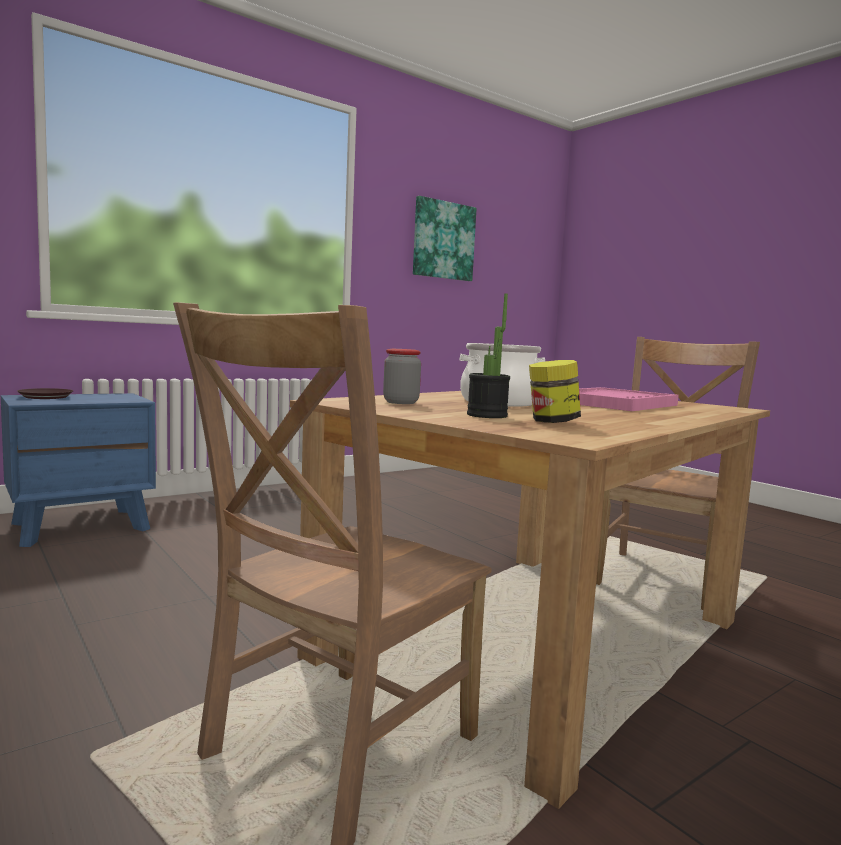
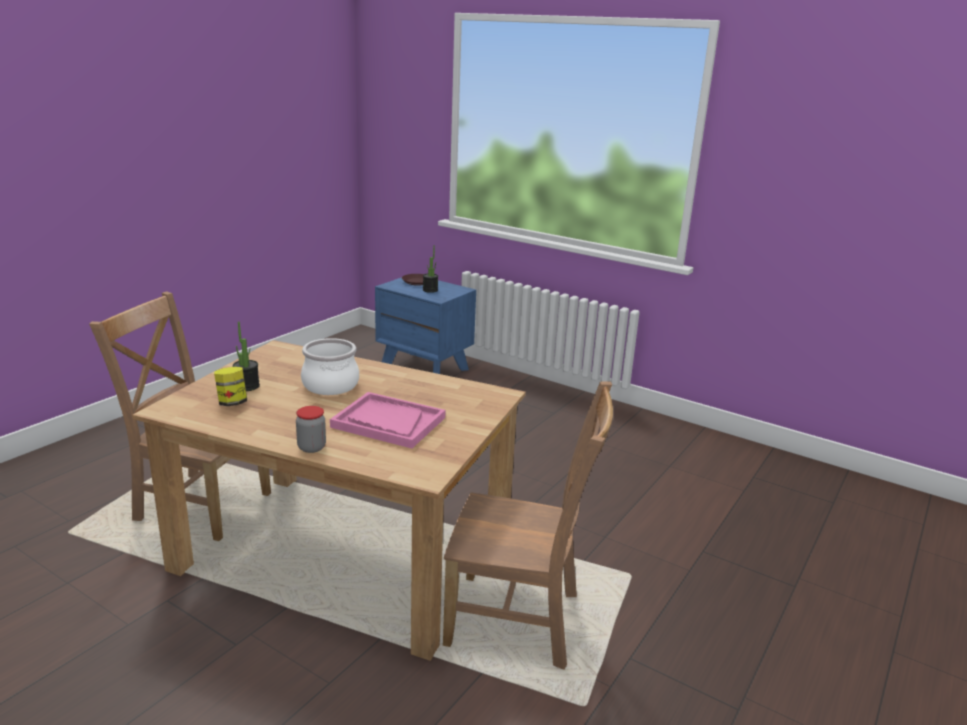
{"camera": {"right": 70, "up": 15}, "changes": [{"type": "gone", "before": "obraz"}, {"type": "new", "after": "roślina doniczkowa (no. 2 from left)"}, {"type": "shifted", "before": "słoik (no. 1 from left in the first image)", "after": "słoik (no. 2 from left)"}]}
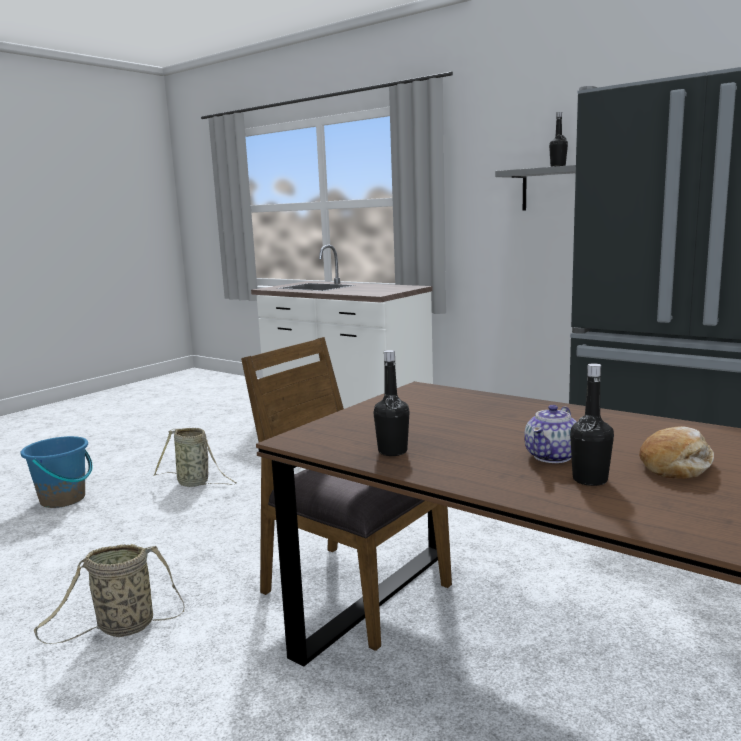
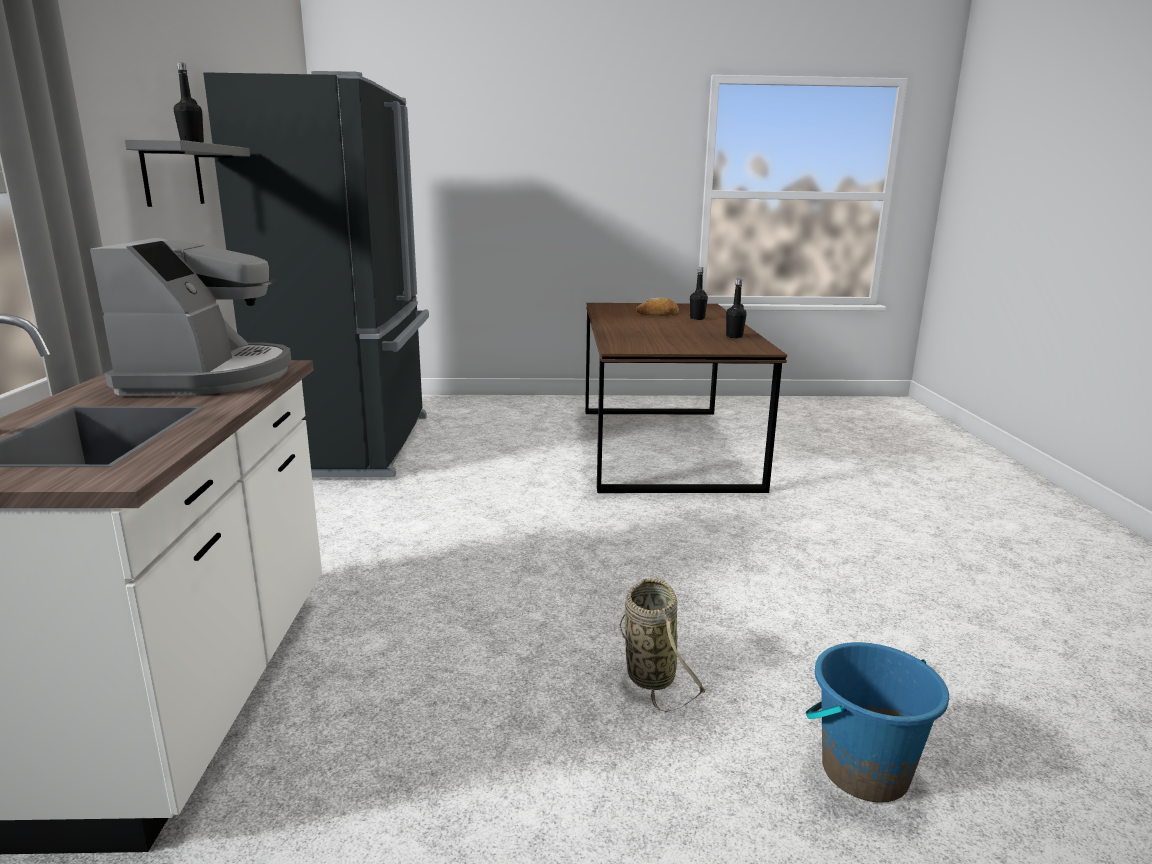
{"camera": {"right": -130, "up": 5}, "changes": [{"type": "gone", "before": "koszyk (no. 1 from left)"}, {"type": "gone", "before": "krzesło/brązowy"}, {"type": "gone", "before": "imbryk"}, {"type": "new", "after": "ekspres do kawy"}]}
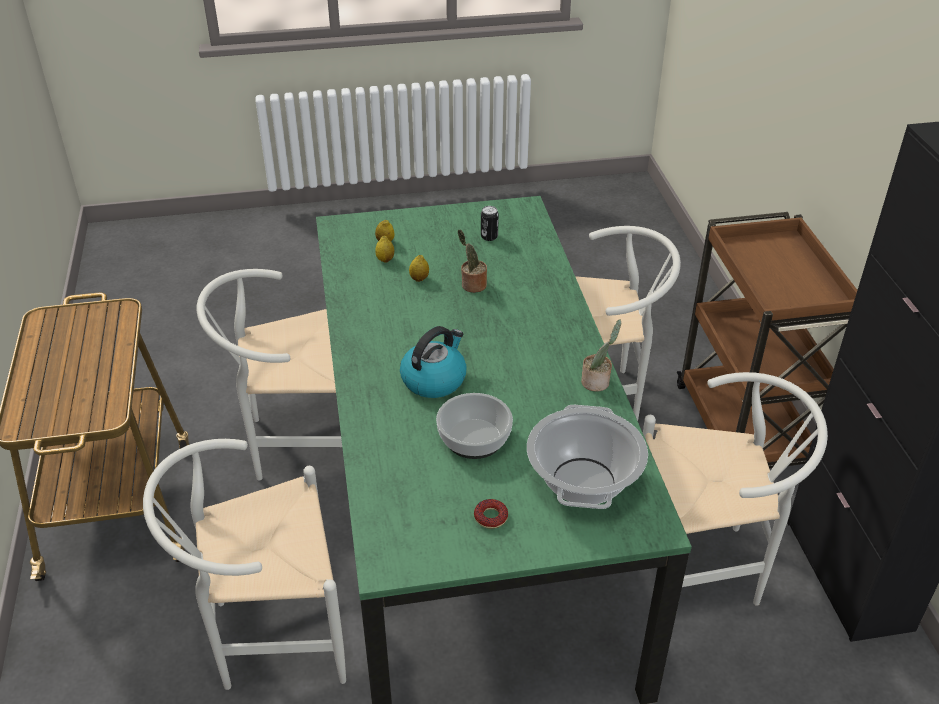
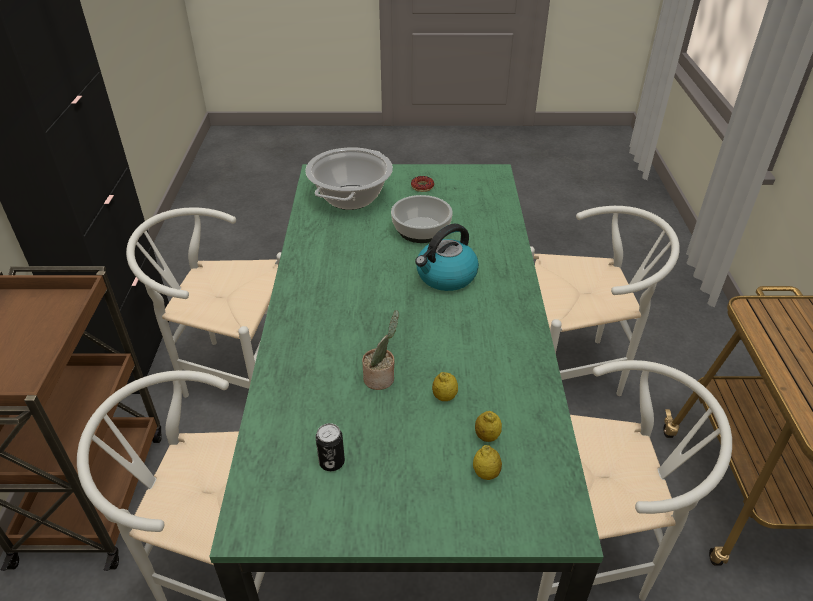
{"camera": {"right": -170, "up": 0}, "changes": [{"type": "gone", "before": "roślina doniczkowa (no. 2 from left)"}]}
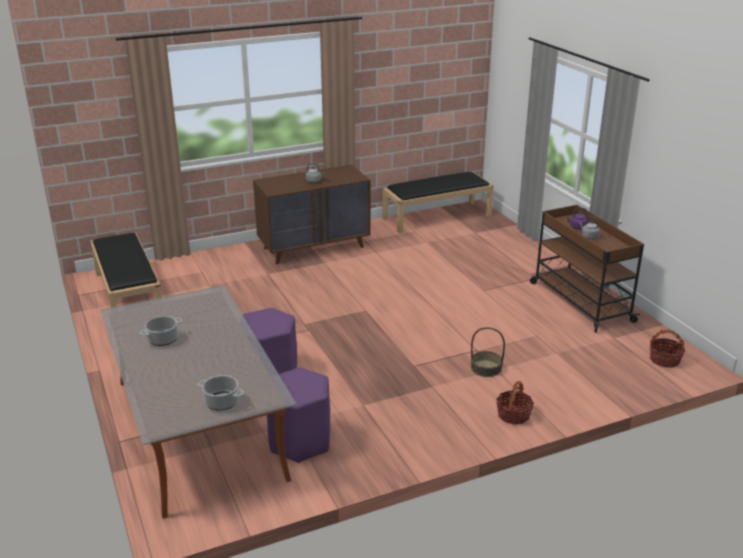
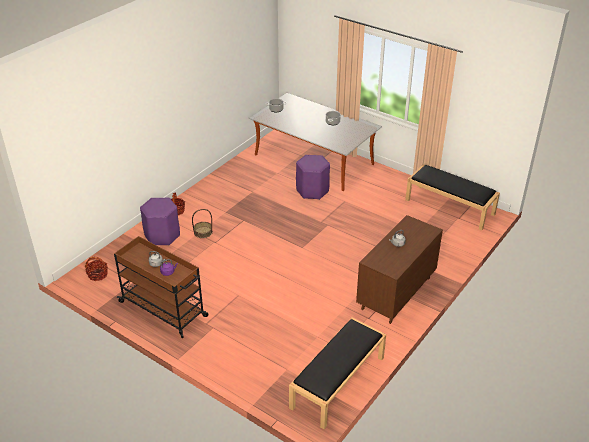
{"camera": {"right": 150, "up": 10}, "changes": [{"type": "shifted", "before": "stołek/fioletowy (no. 2 from left in the first image)", "after": "stołek/fioletowy (no. 1 from left)"}]}
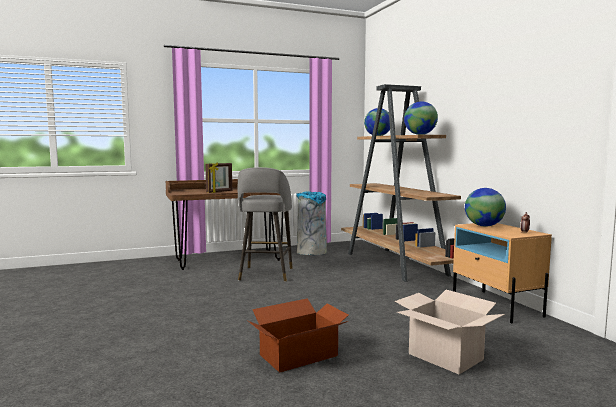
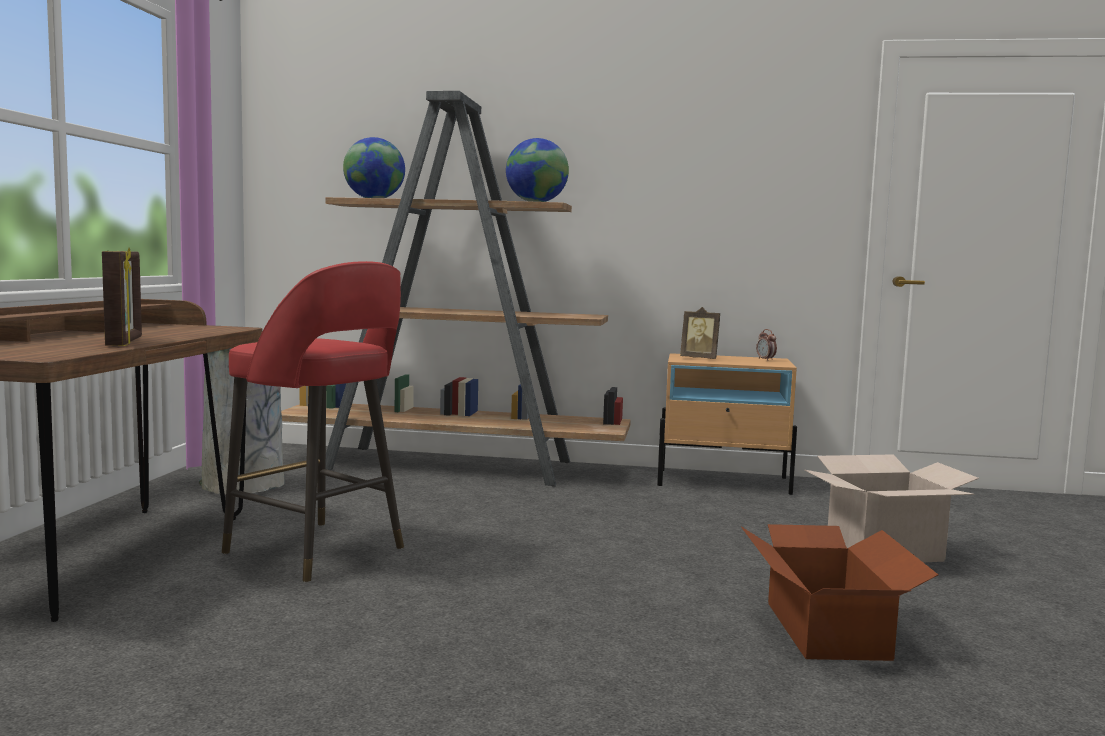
{"camera": {"right": -60, "up": 0}, "changes": [{"type": "swapped", "before": "globus (no. 3 from left)", "after": "ramka na zdjęcie (no. 2 from left)"}, {"type": "repainted", "before": "stołek/szary", "after": "stołek/czerwony"}]}
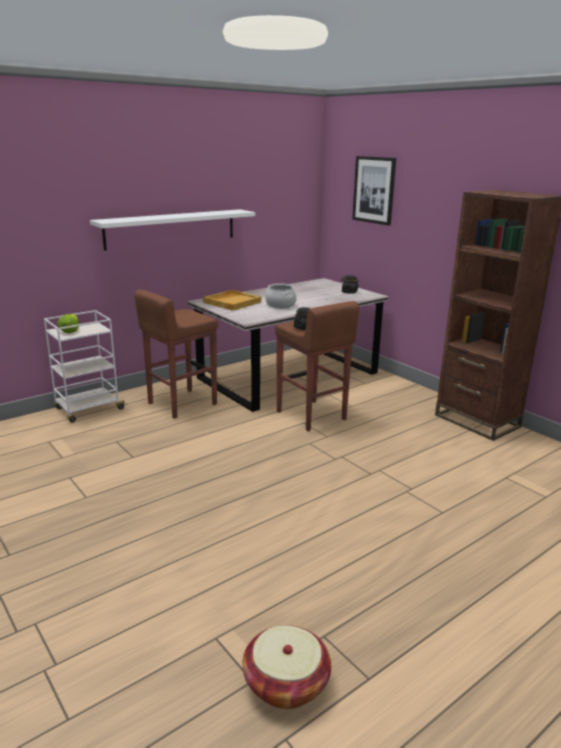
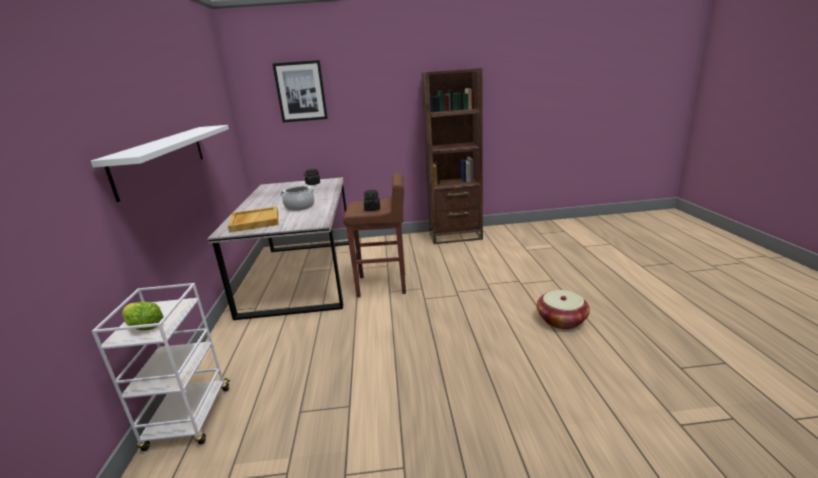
{"camera": {"right": -55, "up": 0}, "changes": [{"type": "gone", "before": "stołek/brązowy (no. 1 from left)"}, {"type": "shifted", "before": "koszyk"}]}
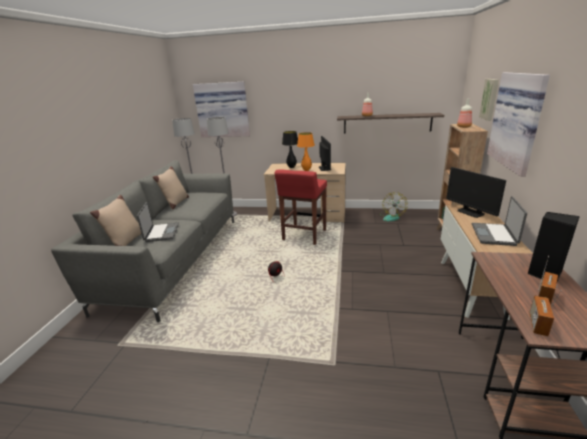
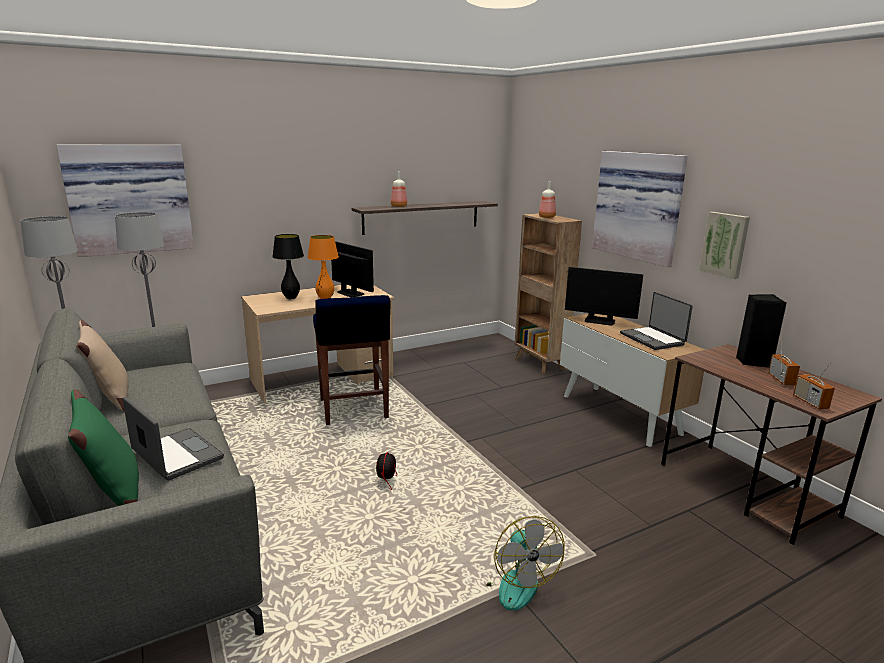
{"camera": {"right": -40, "up": -5}, "changes": [{"type": "shifted", "before": "wentylator (no. 2 from left)"}, {"type": "shifted", "before": "obraz (no. 2 from left in the first image)", "after": "obraz (no. 3 from left)"}, {"type": "repainted", "before": "poduszka/beżowy (no. 1 from left)", "after": "poduszka/zielony"}, {"type": "repainted", "before": "stołek/czerwony", "after": "stołek/niebieski"}]}
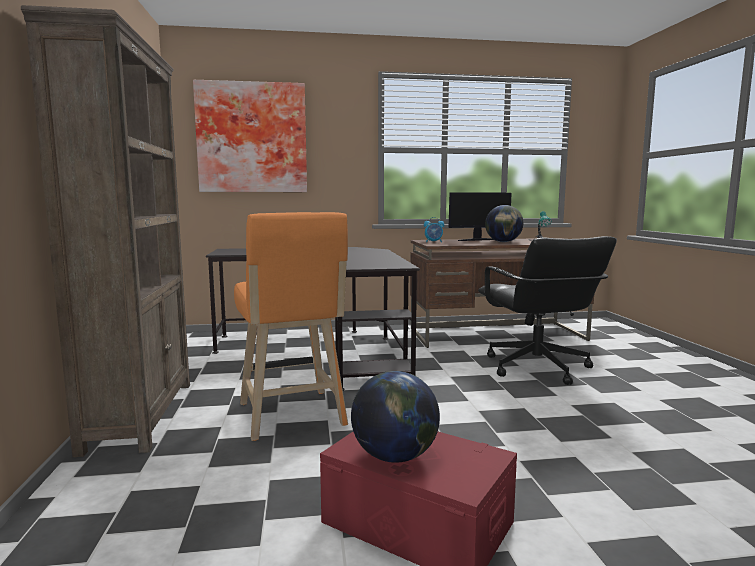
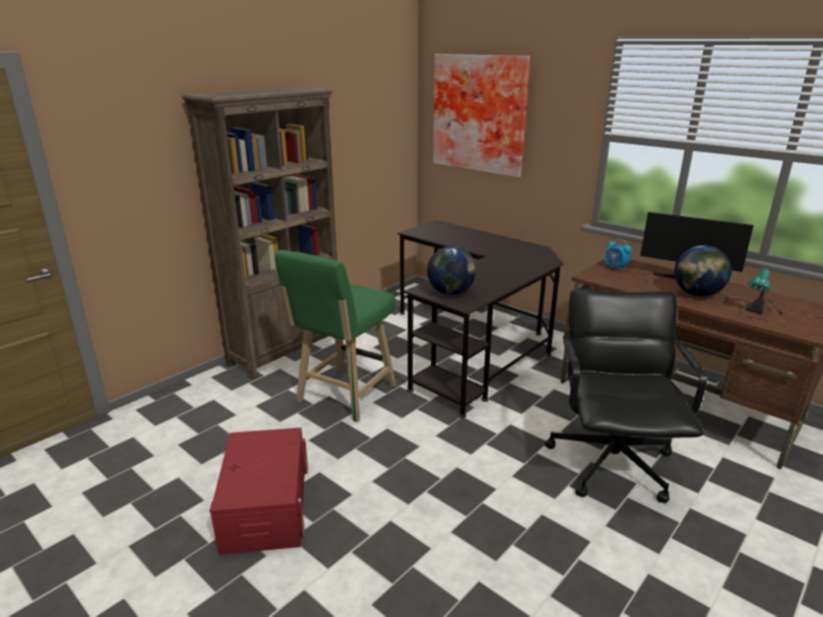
{"camera": {"right": 50, "up": 15}, "changes": [{"type": "shifted", "before": "globus (no. 1 from left)"}, {"type": "repainted", "before": "stołek/pomarańczowy", "after": "stołek/zielony"}, {"type": "rotated", "before": "krzesło biurowe/czarny", "turn": 150}]}
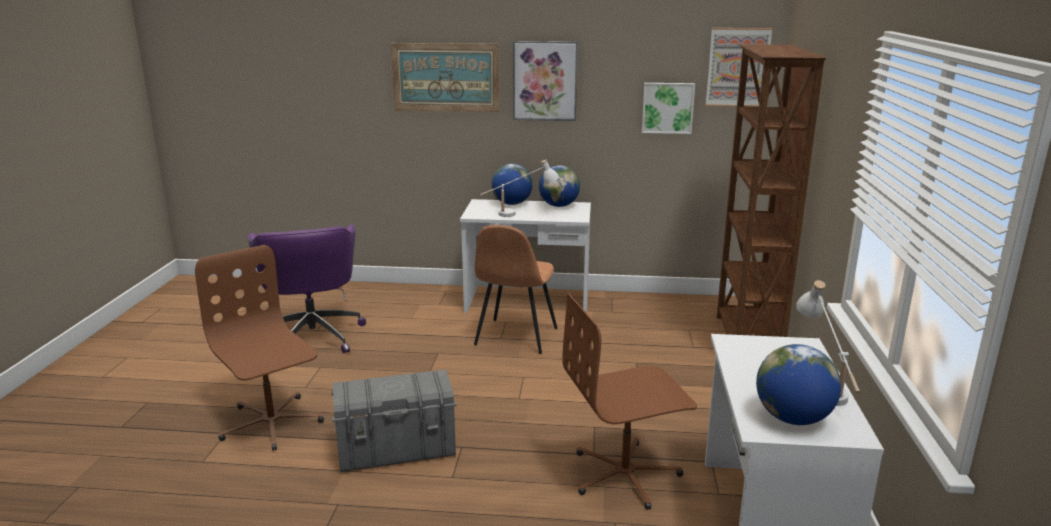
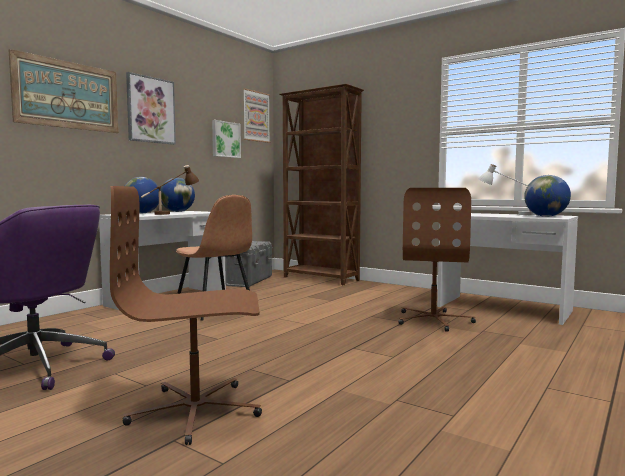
{"camera": {"right": -60, "up": -15}, "changes": [{"type": "shifted", "before": "pojemnik do przechowywania/szary"}, {"type": "repainted", "before": "lampa stołowa/biały (no. 1 from left)", "after": "lampa stołowa/brązowy"}]}
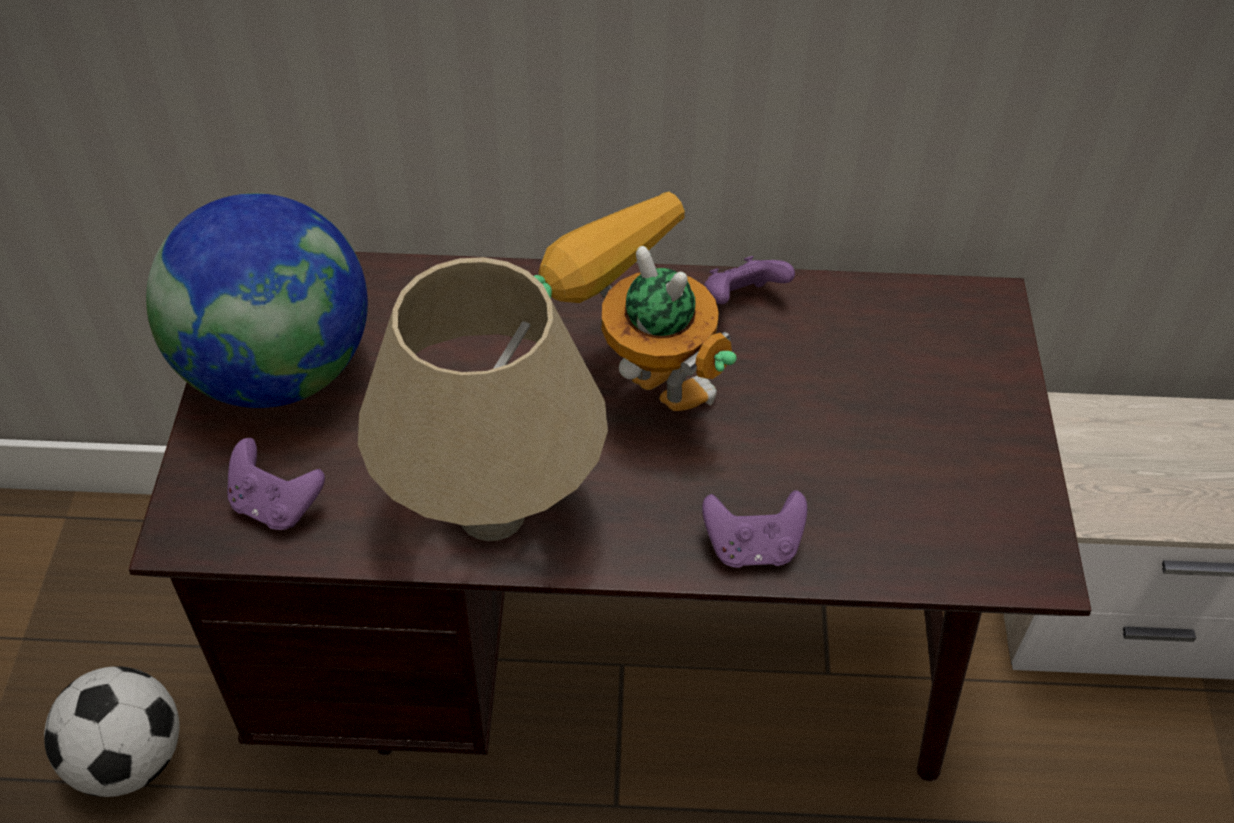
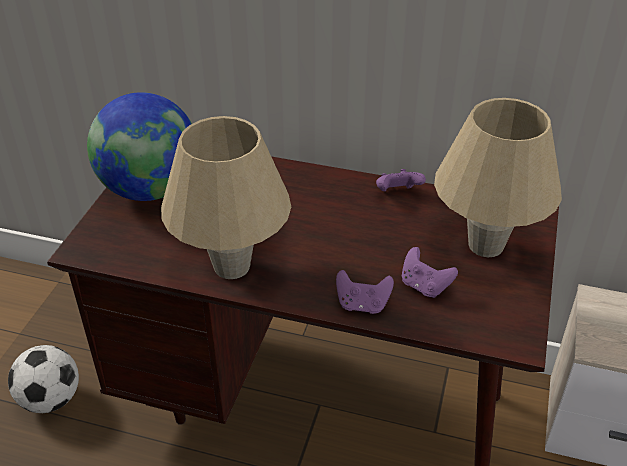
{"camera": {"right": 15, "up": -10}, "changes": [{"type": "gone", "before": "robot zabawkowy"}, {"type": "new", "after": "lampa stołowa/beżowy (no. 2 from left)"}, {"type": "shifted", "before": "pad do gier/fioletowy (no. 1 from left in the first image)", "after": "pad do gier/fioletowy (no. 3 from left)"}]}
